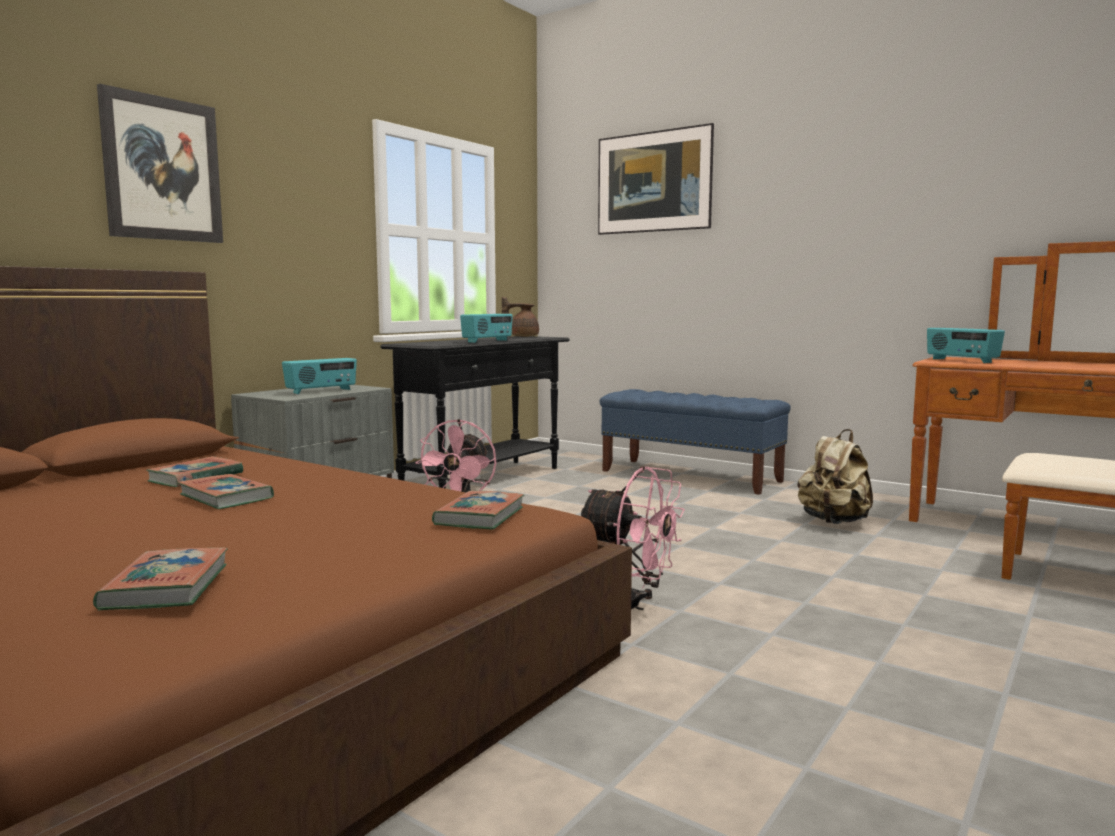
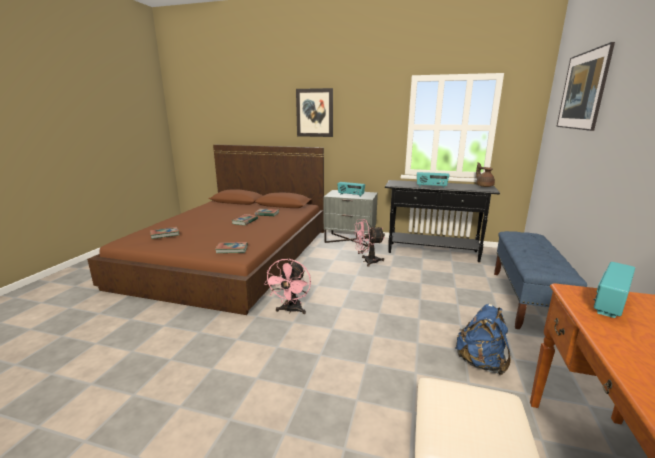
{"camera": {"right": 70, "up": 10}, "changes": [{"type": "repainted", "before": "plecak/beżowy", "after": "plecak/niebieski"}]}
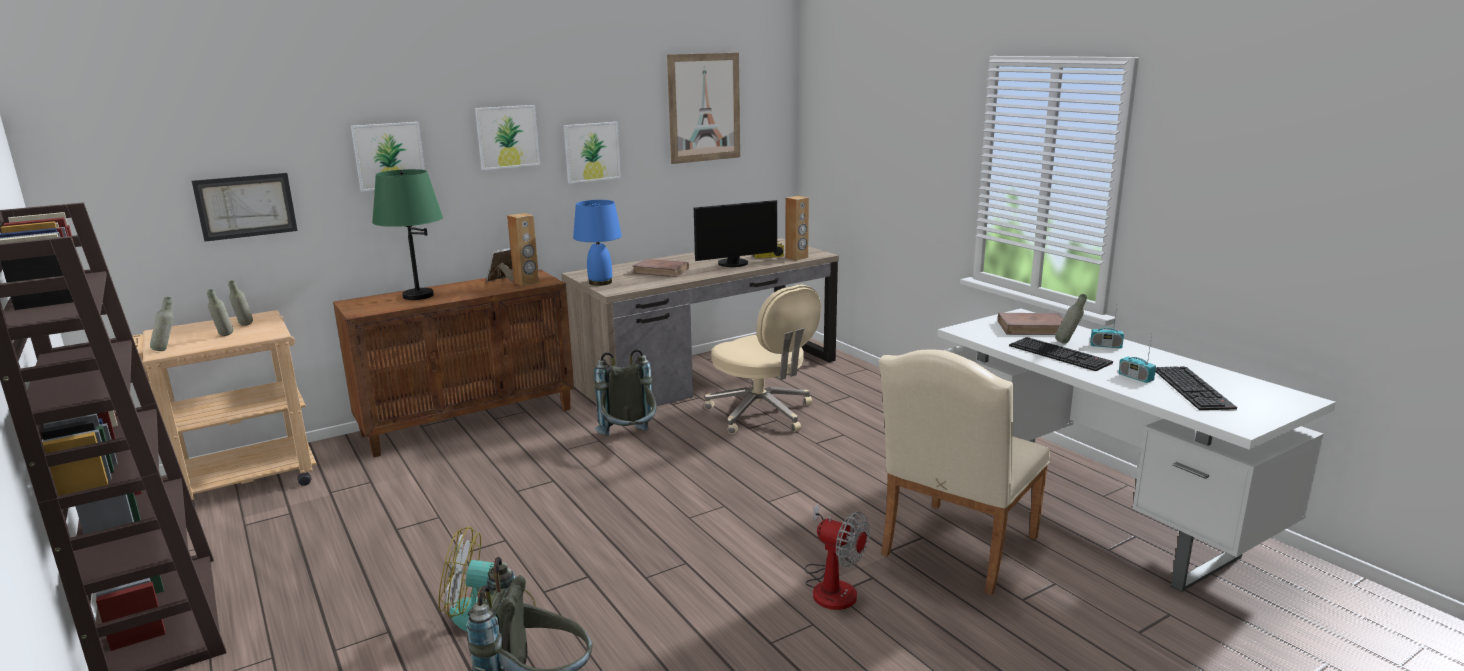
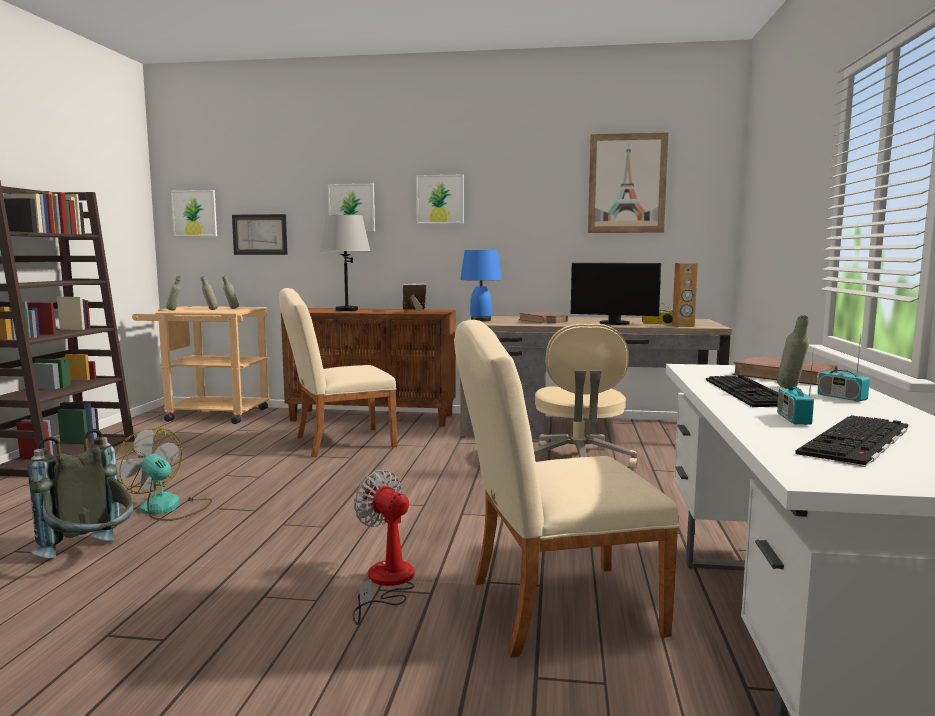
{"camera": {"right": 40, "up": -10}, "changes": [{"type": "gone", "before": "głośnik/brązowy (no. 1 from left)"}, {"type": "gone", "before": "plecak/szary (no. 2 from left)"}, {"type": "new", "after": "krzesło/beżowy (no. 1 from left)"}, {"type": "shifted", "before": "obraz (no. 4 from left in the first image)", "after": "obraz (no. 1 from left)"}, {"type": "repainted", "before": "lampa stołowa/zielony", "after": "lampa stołowa/szary"}, {"type": "rotated", "before": "wentylator (no. 2 from left)", "turn": 150}]}
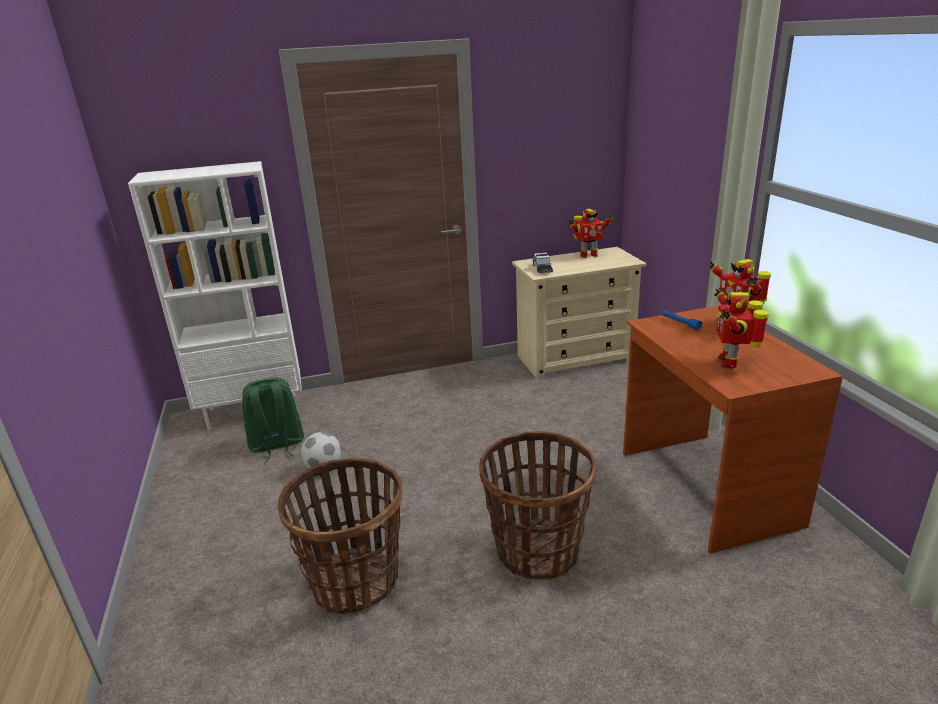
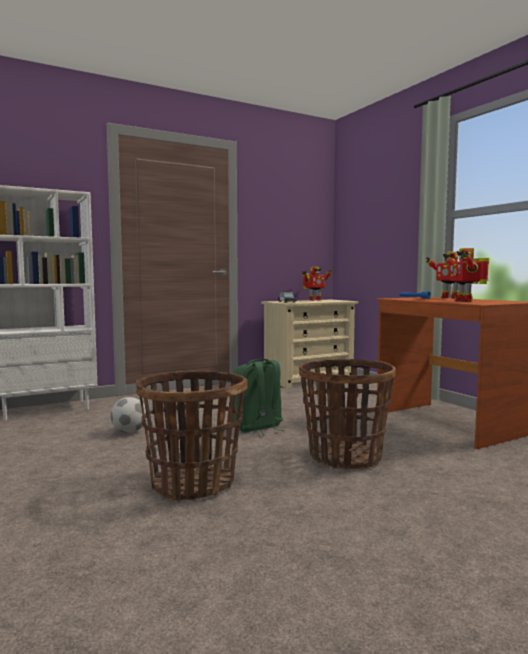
{"camera": {"right": -15, "up": -20}, "changes": [{"type": "shifted", "before": "plecak/zielony"}]}
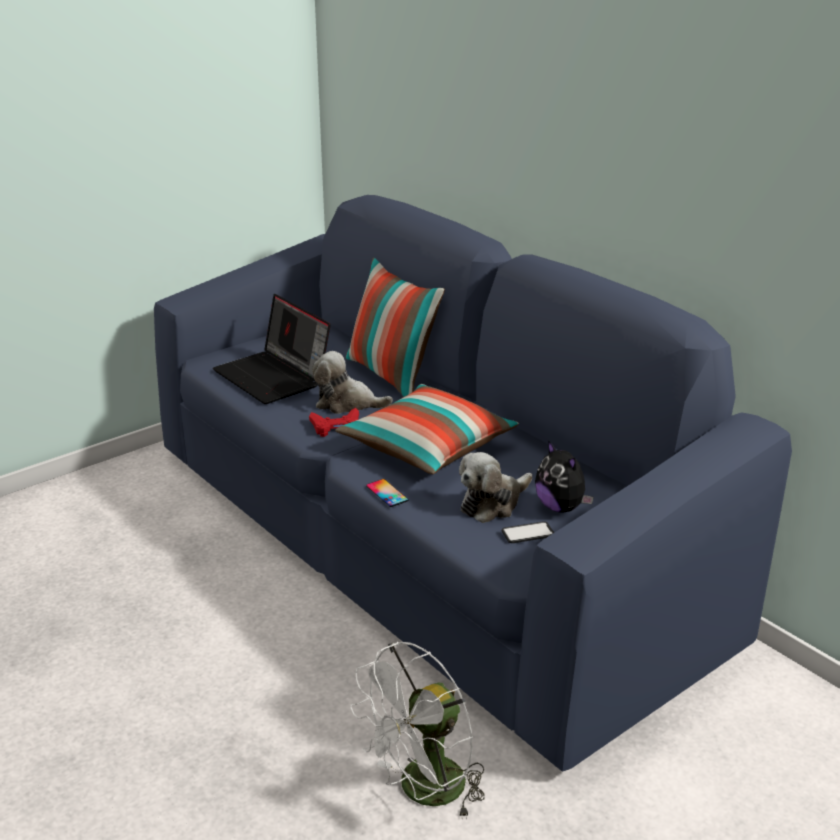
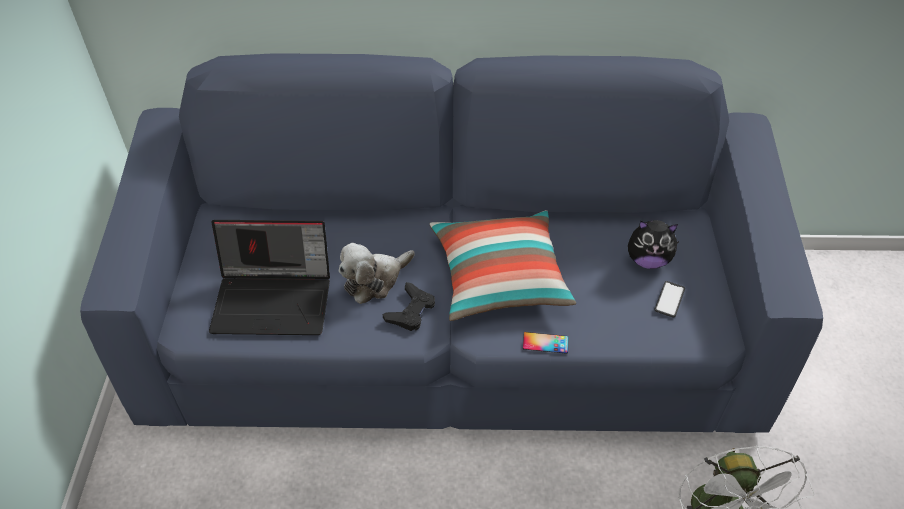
{"camera": {"right": -50, "up": 20}, "changes": [{"type": "gone", "before": "poduszka (no. 1 from left)"}, {"type": "gone", "before": "pluszak (no. 2 from left)"}, {"type": "repainted", "before": "pad do gier/czerwony", "after": "pad do gier/czarny"}]}
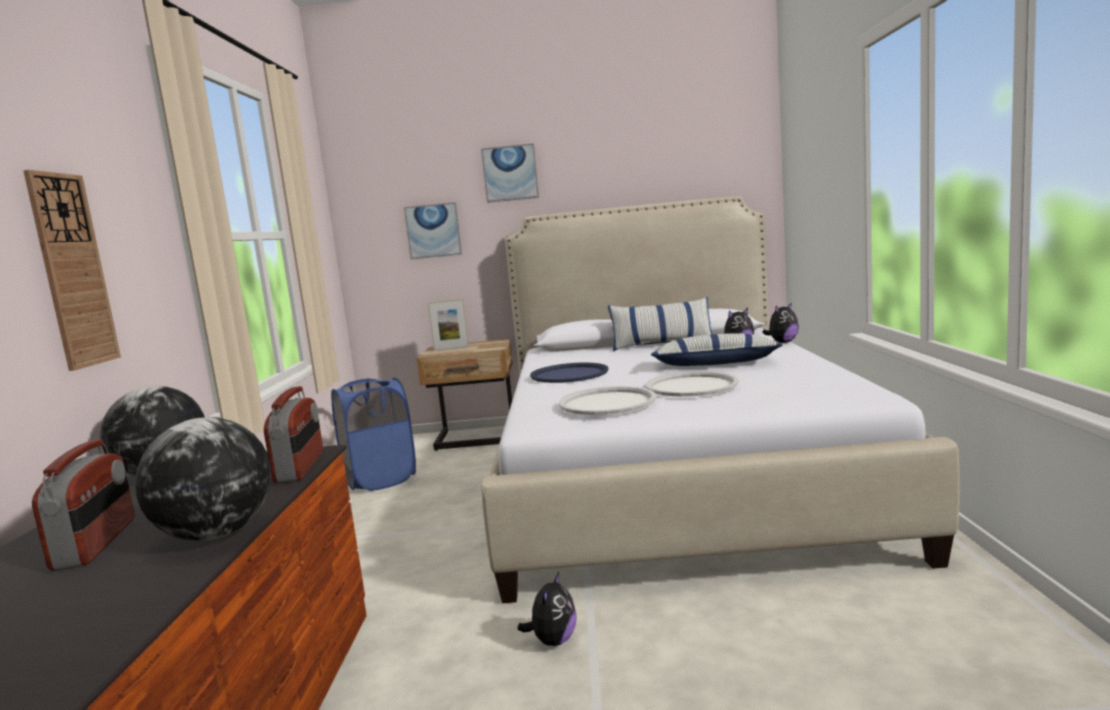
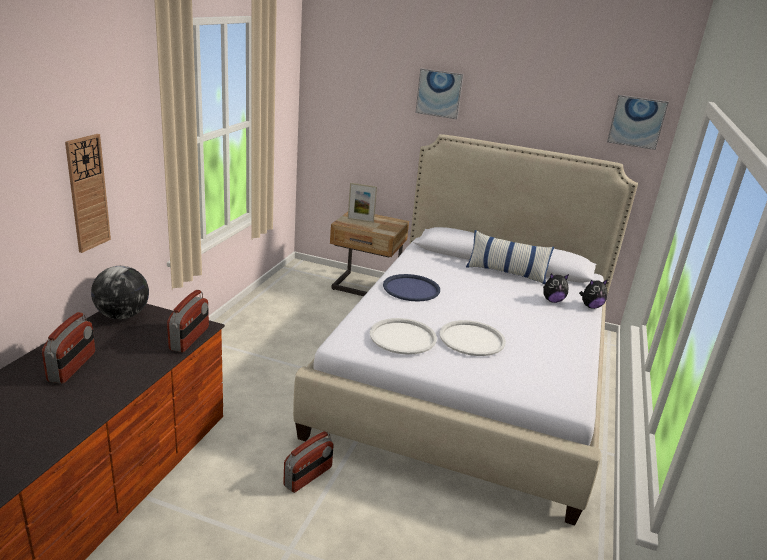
{"camera": {"right": 15, "up": 15}, "changes": [{"type": "gone", "before": "globus (no. 2 from left)"}, {"type": "gone", "before": "kosz na pranie/niebieski"}, {"type": "gone", "before": "poduszka (no. 2 from left)"}, {"type": "shifted", "before": "obraz (no. 1 from left in the first image)", "after": "obraz (no. 2 from left)"}, {"type": "swapped", "before": "pluszak (no. 1 from left)", "after": "radio (no. 3 from left)"}]}
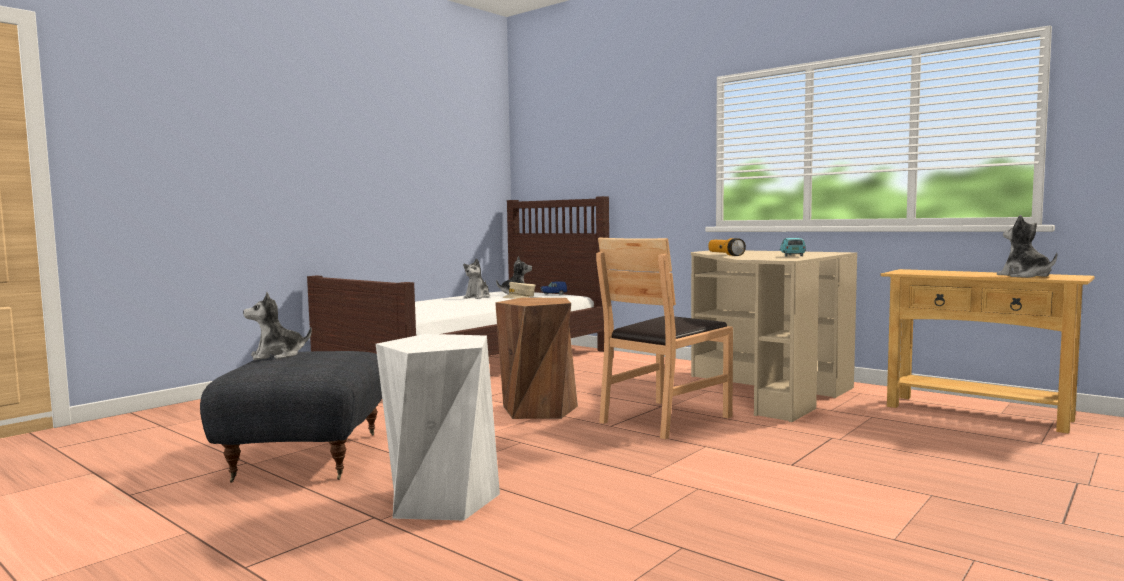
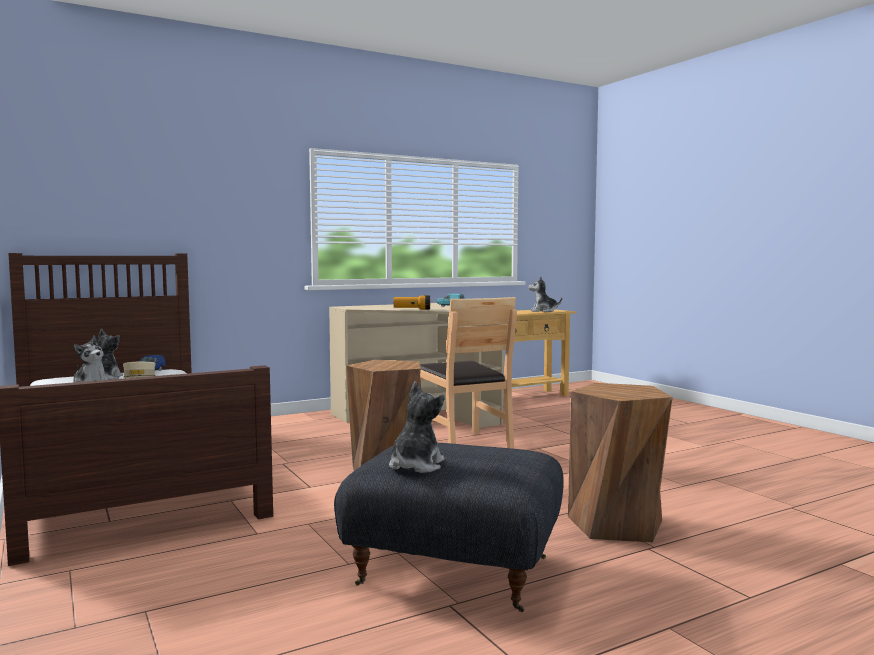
{"camera": {"right": -70, "up": 0}, "changes": [{"type": "repainted", "before": "stołek/biały", "after": "stołek/brązowy (no. 2 from left)"}, {"type": "rotated", "before": "pluszak (no. 1 from left in the first image)", "turn": -150}]}
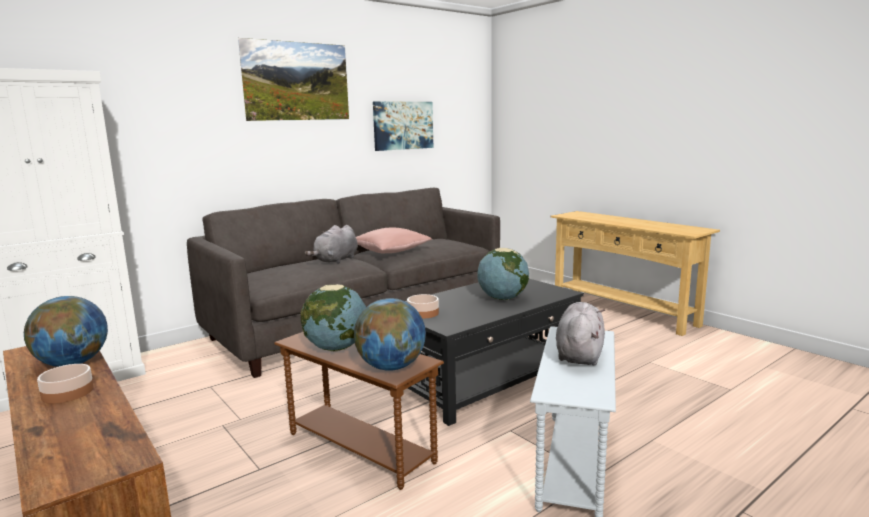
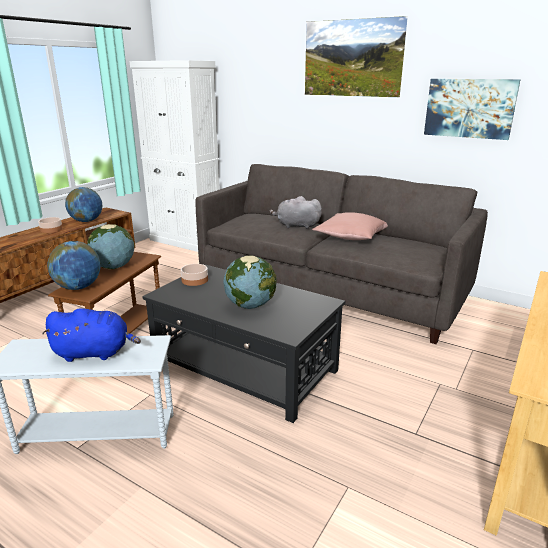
{"camera": {"right": 70, "up": 10}, "changes": [{"type": "repainted", "before": "pluszak/szary (no. 2 from left)", "after": "pluszak/niebieski"}]}
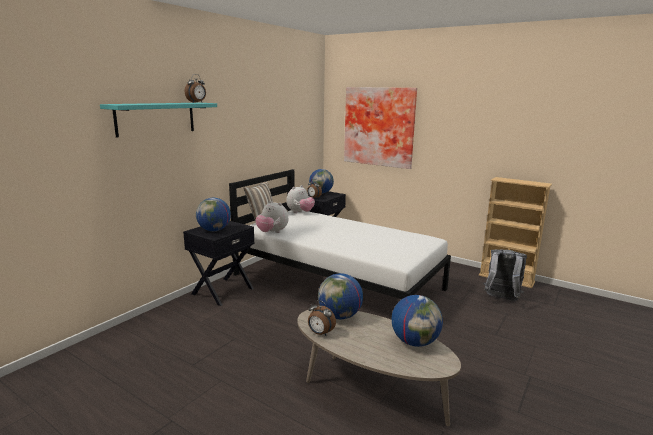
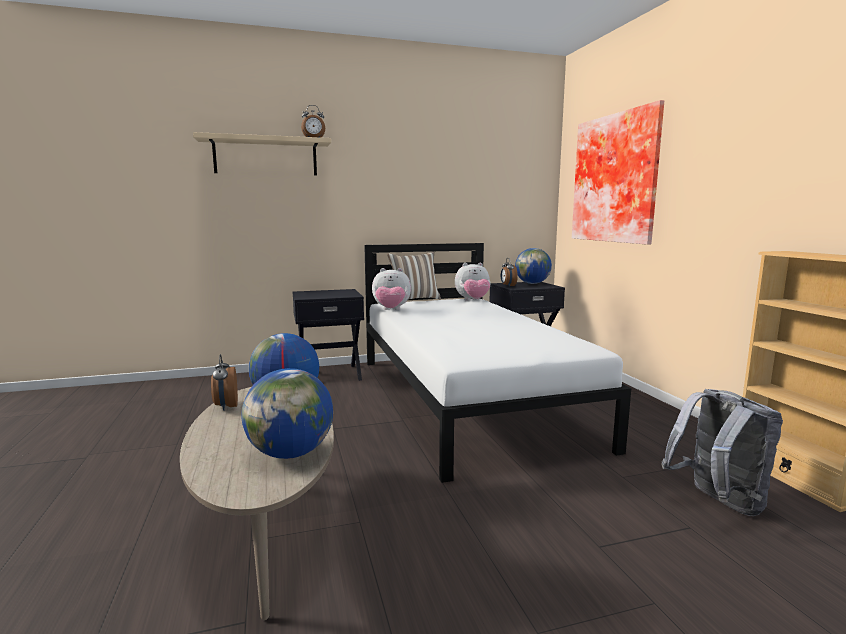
{"camera": {"right": 40, "up": -5}, "changes": [{"type": "gone", "before": "globus (no. 1 from left)"}, {"type": "repainted", "before": "półka/turkusowy", "after": "półka/beżowy"}, {"type": "rotated", "before": "pluszak (no. 1 from left)", "turn": -75}]}
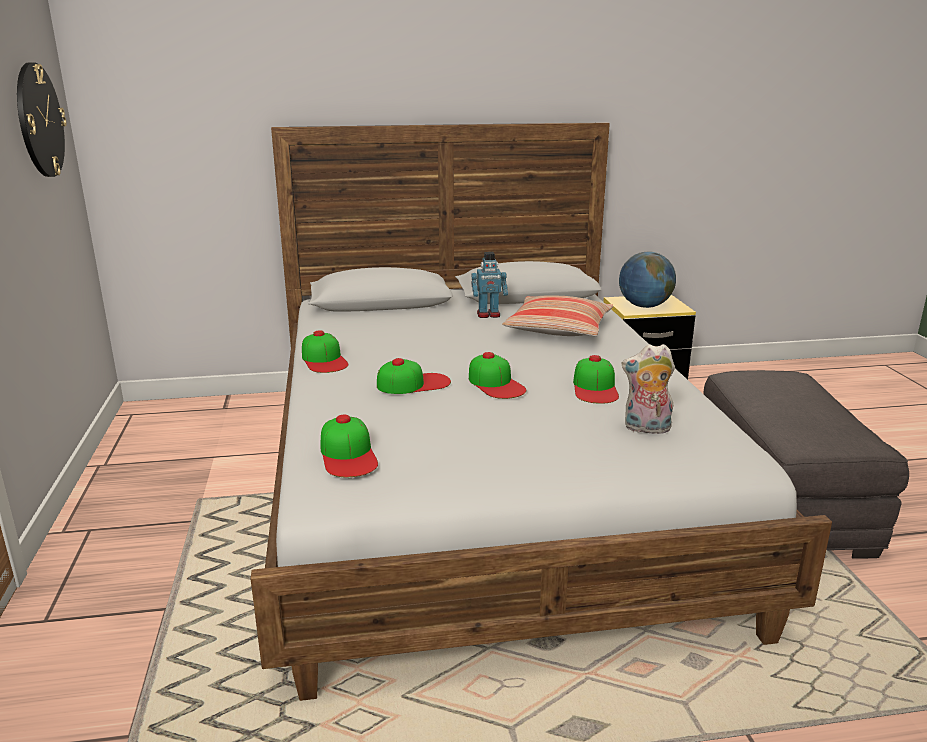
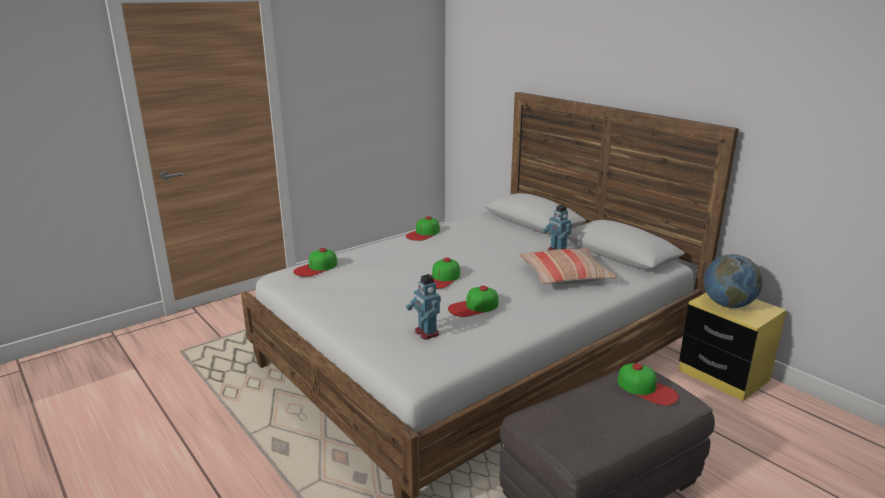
{"camera": {"right": 60, "up": 0}, "changes": [{"type": "gone", "before": "zegar ścienny"}, {"type": "shifted", "before": "czapka z daszkiem (no. 3 from left in the first image)", "after": "czapka z daszkiem (no. 5 from left)"}, {"type": "swapped", "before": "pluszak", "after": "robot zabawkowy (no. 1 from left)"}]}
